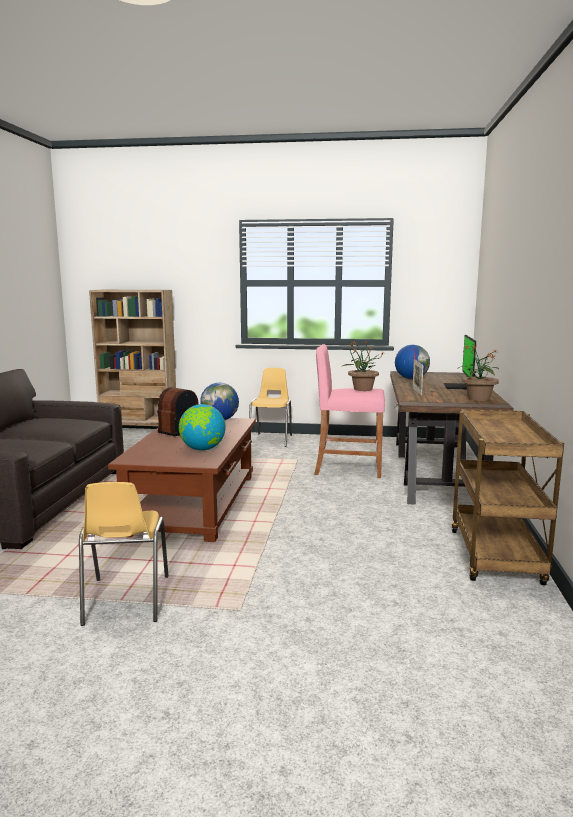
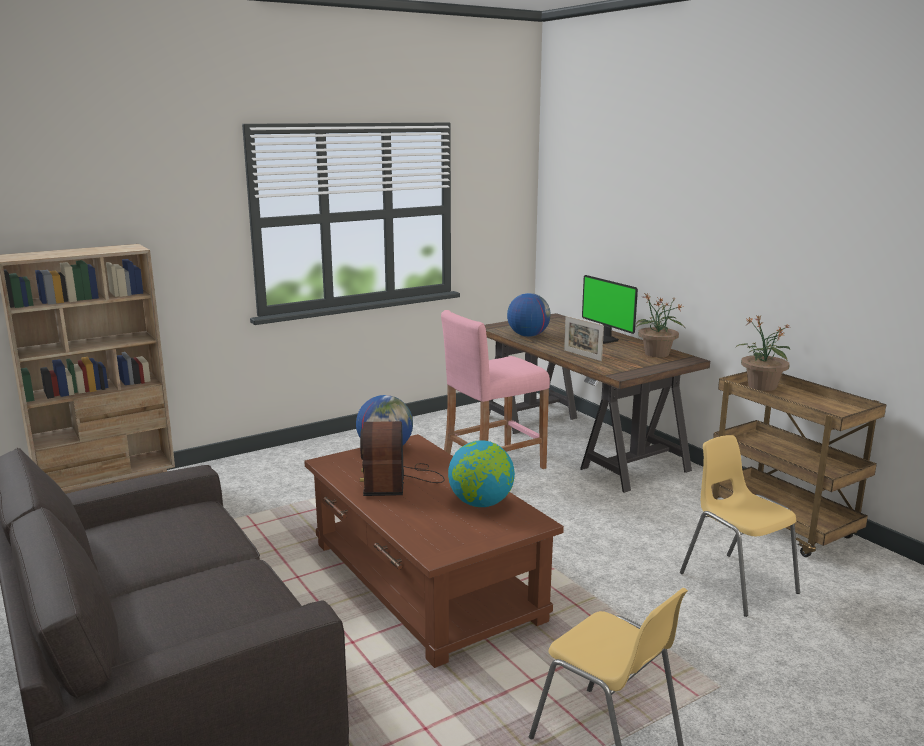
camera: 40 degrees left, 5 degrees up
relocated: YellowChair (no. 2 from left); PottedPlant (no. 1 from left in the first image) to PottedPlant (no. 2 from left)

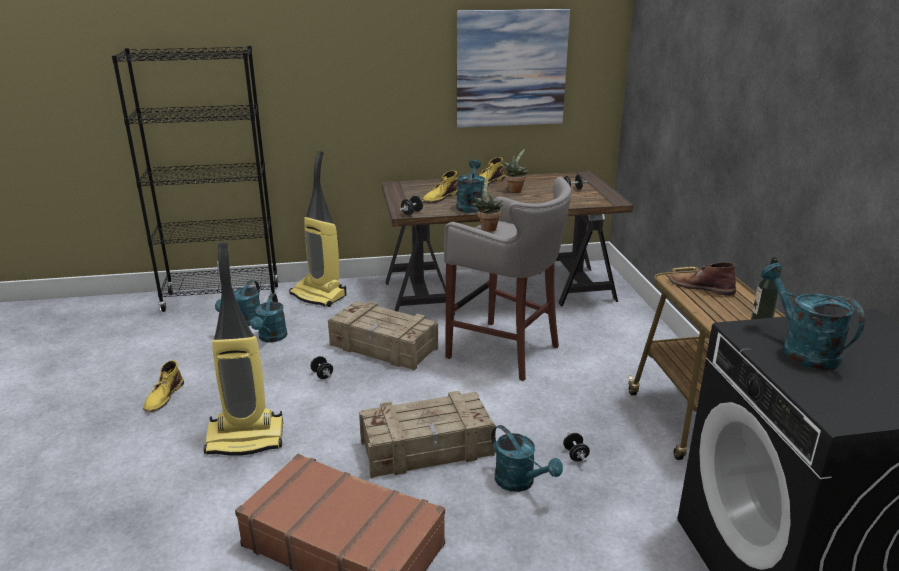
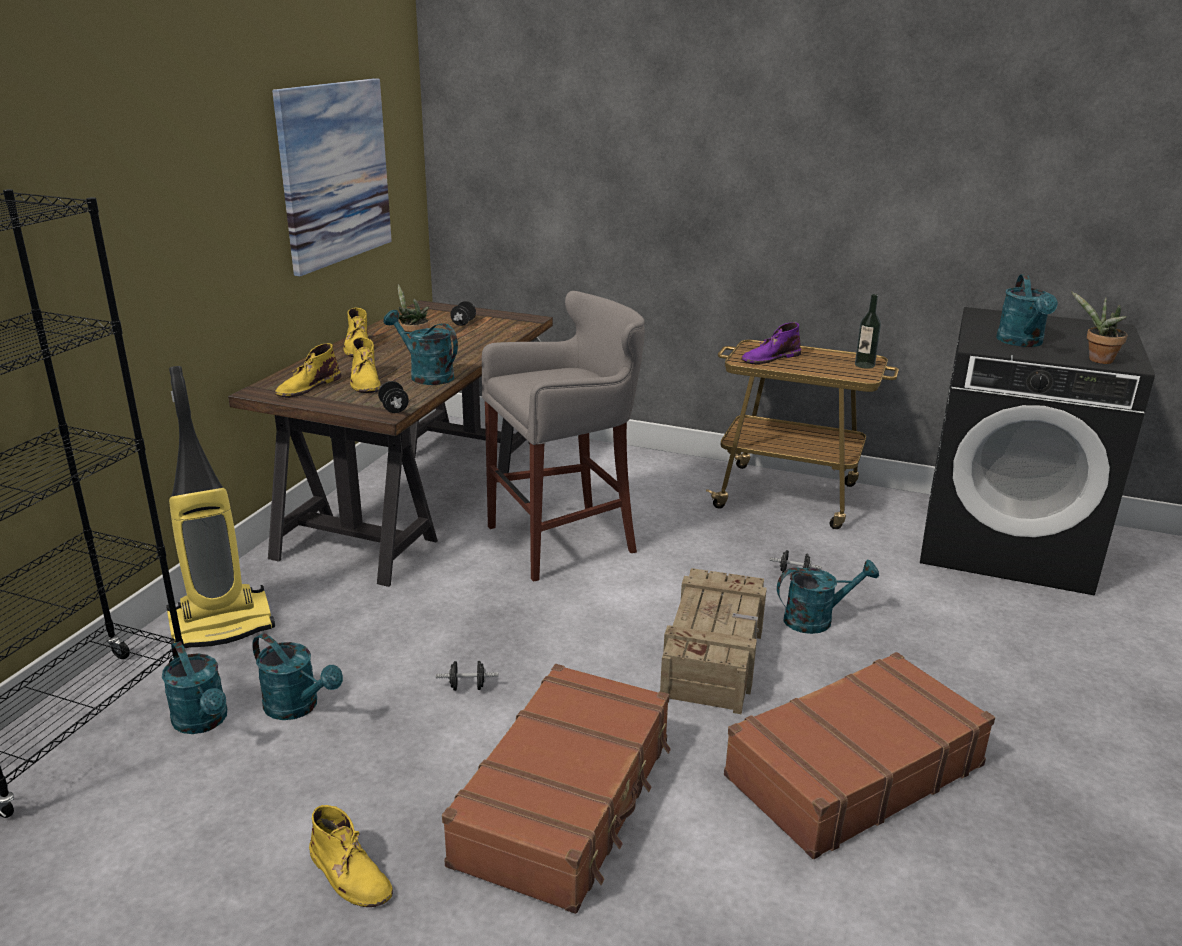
camera: 60 degrees left, 0 degrees up
missing: Crate (no. 1 from left)
appeared: YellowBoot (no. 1 from left)
relocated: PottedPlant (no. 1 from left in the first image) to PottedPlant (no. 2 from left)
exchanged: VacuumCleaner (no. 1 from left) to BrownSuitcase (no. 1 from left)
colour: BrownBoot to PurpleBoot
spun: TurquoiseWateringCan (no. 5 from left) 90 degrees counterclockwise

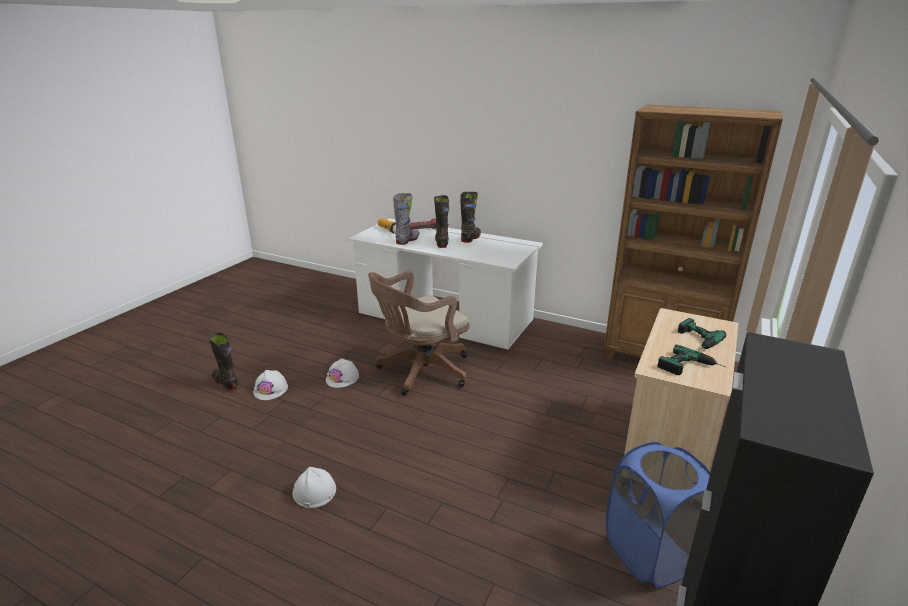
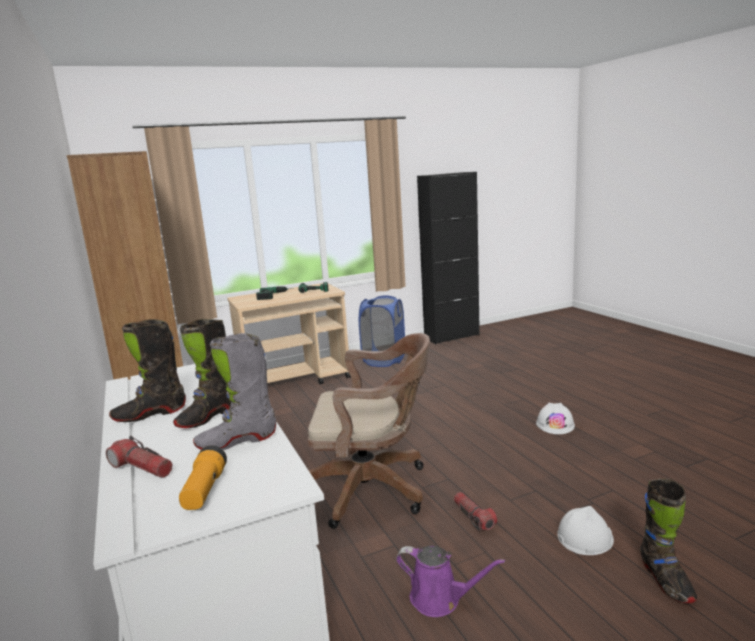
camera: 140 degrees left, 10 degrees down
appeared: PurpleWateringCan
exchanged: WhiteHardHat (no. 3 from left) to Flashlight (no. 3 from left)

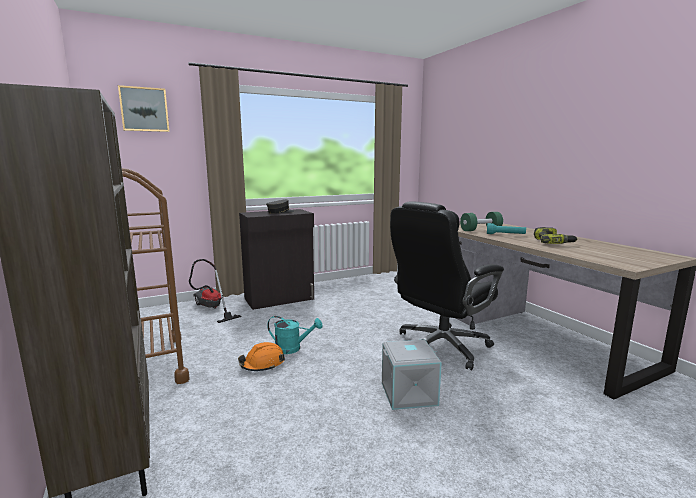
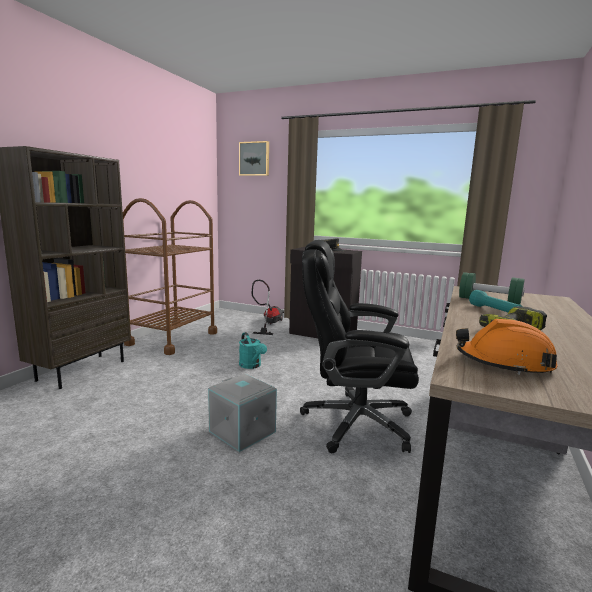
camera: 50 degrees right, 0 degrees up
relocated: OrangeHardHat

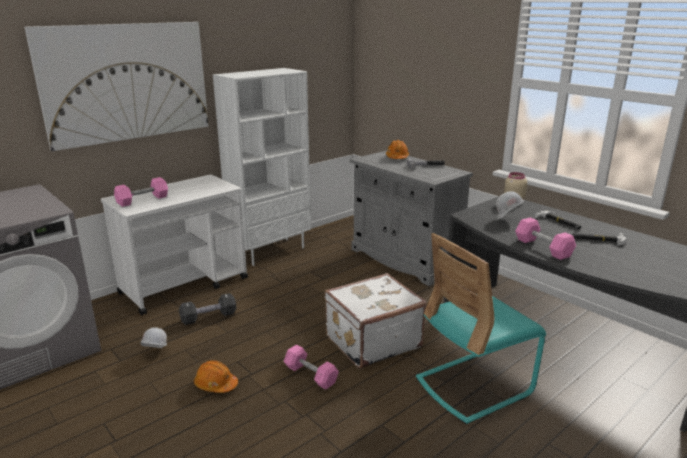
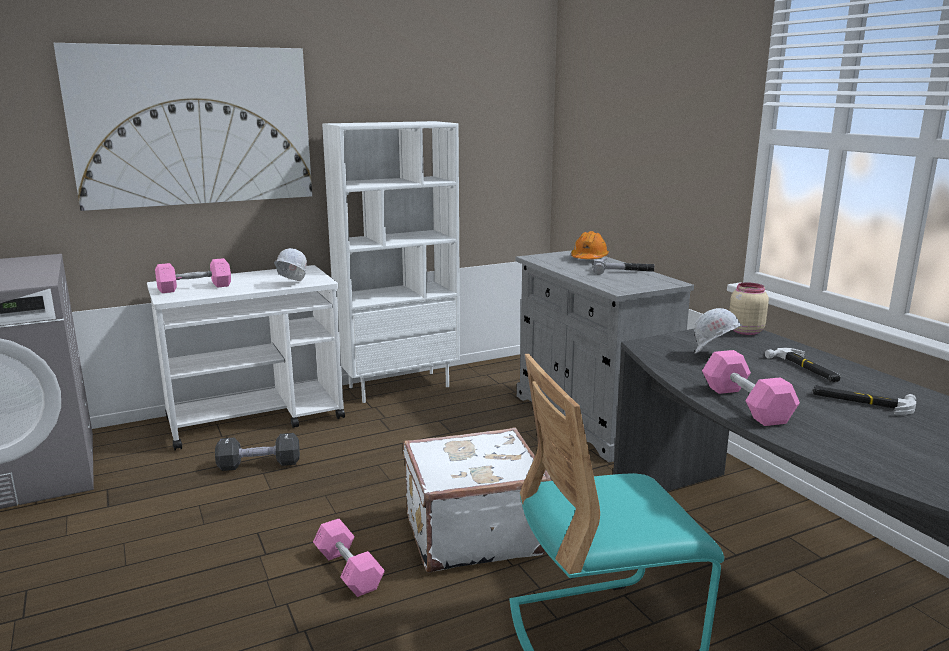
camera: 15 degrees right, 5 degrees down
missing: OrangeHardHat (no. 1 from left)
relocated: WhiteHardHat (no. 1 from left)

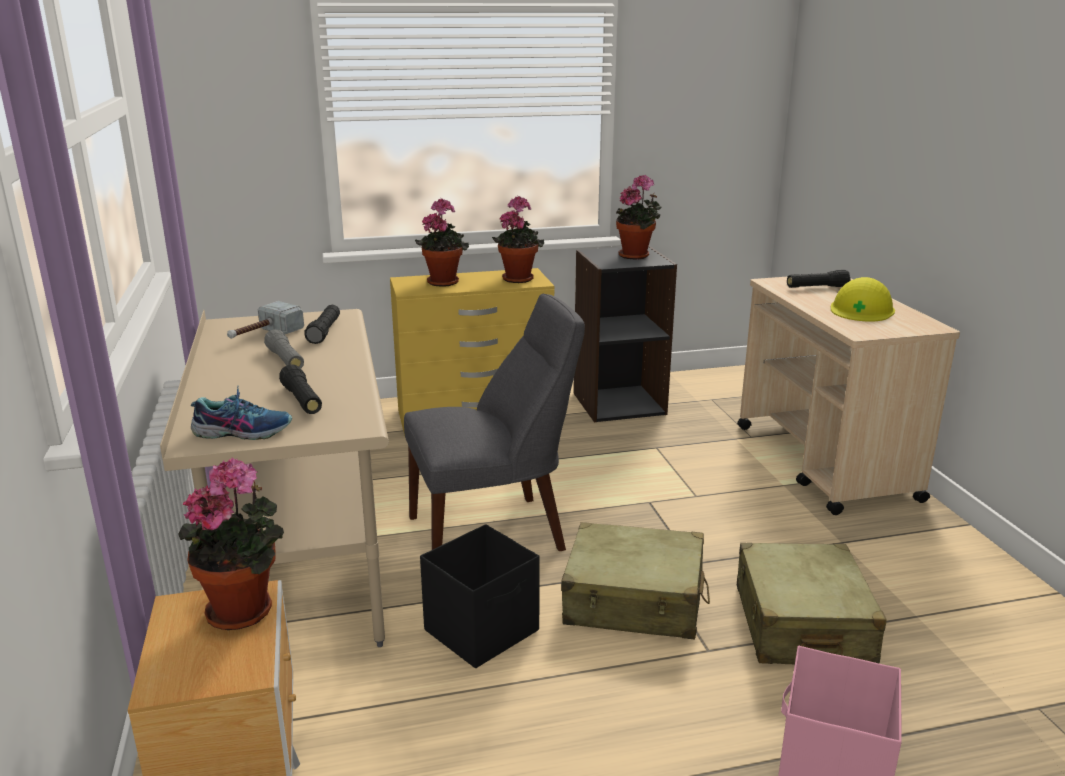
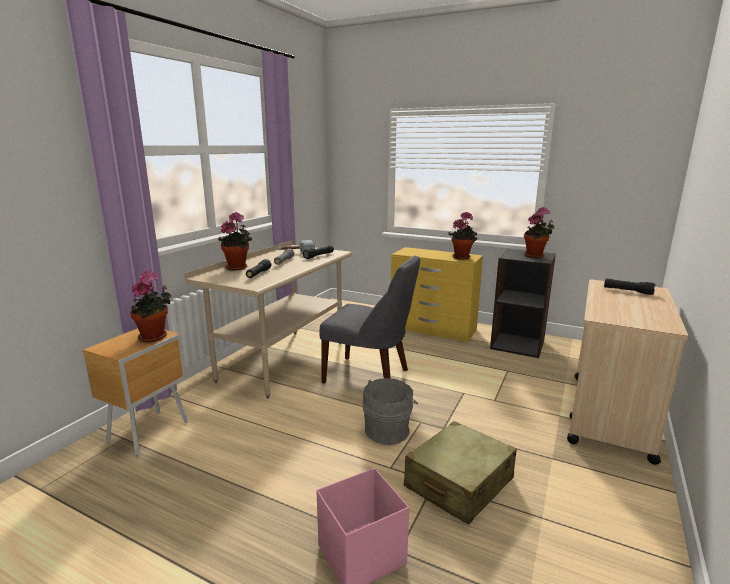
camera: 40 degrees right, 5 degrees down
missing: Shoe; BlackStorageBox; YellowHardHat
relocated: PottedPlant (no. 2 from left)
exchanged: BeigeSuitcase (no. 1 from left) to GreyBucket

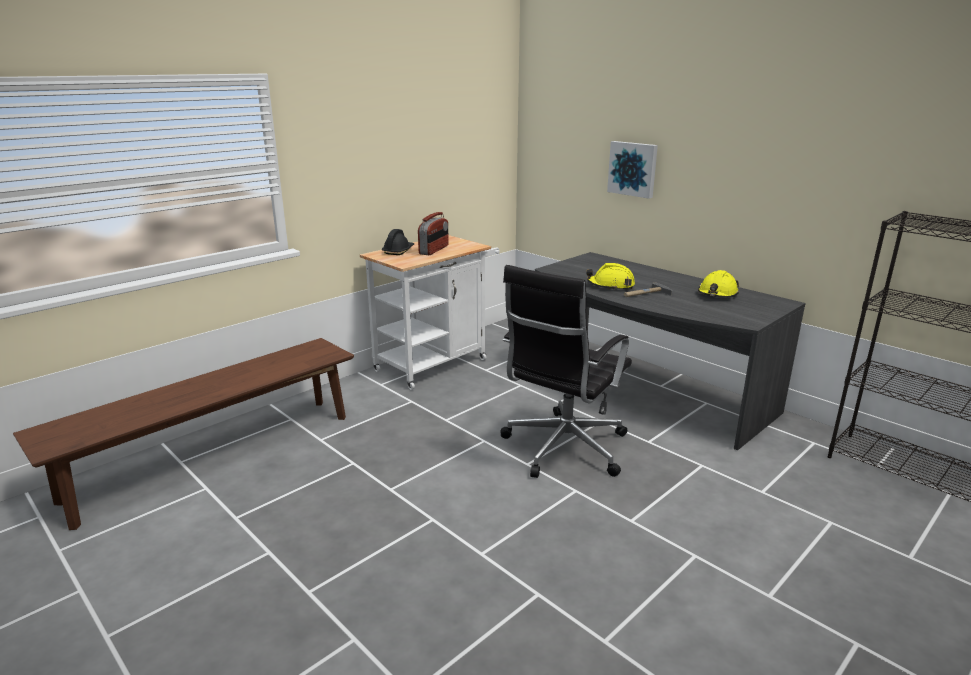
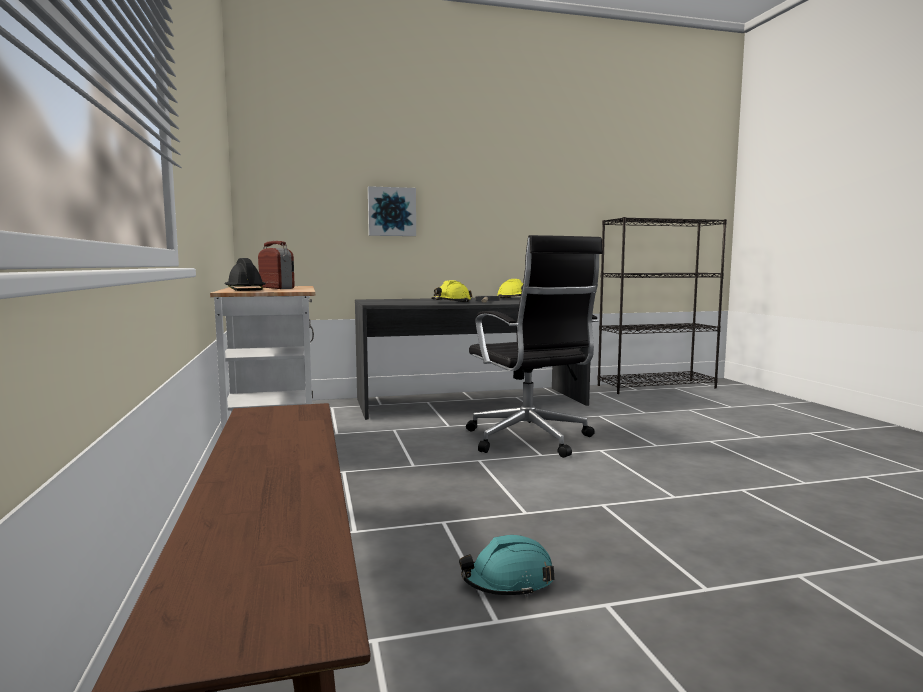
camera: 60 degrees left, 15 degrees down
appeared: TurquoiseHardHat

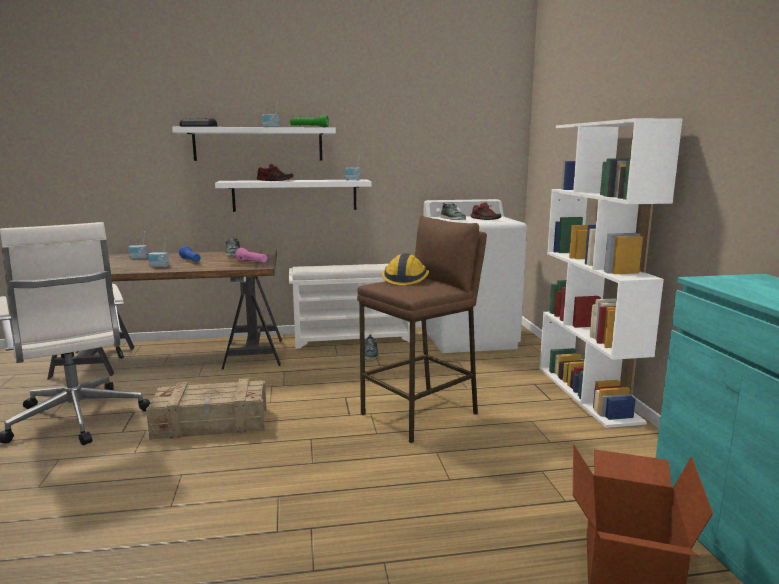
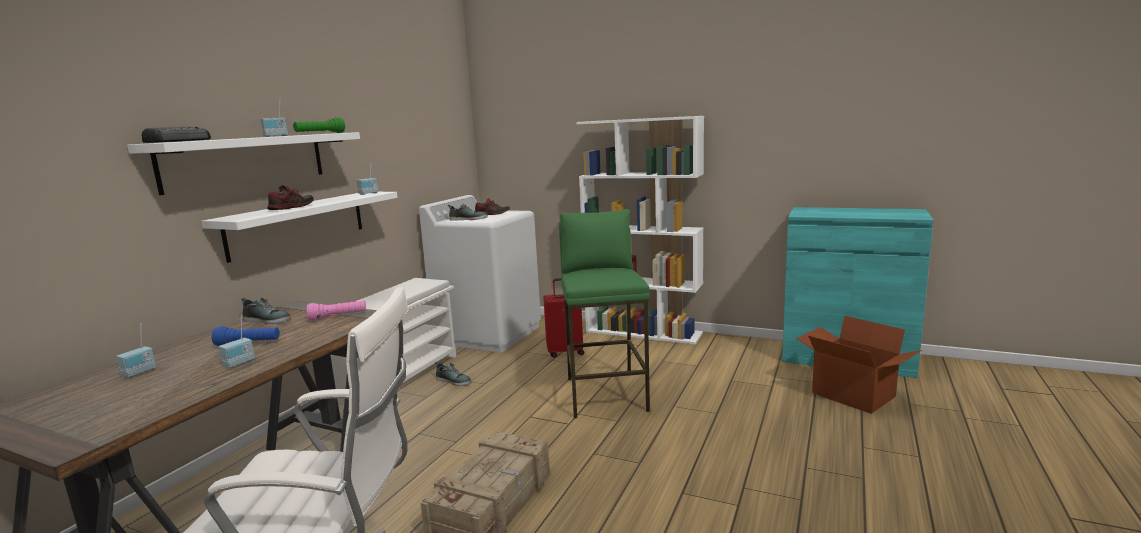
camera: 55 degrees left, 0 degrees up
missing: HardHat
appeared: RedSuitcase
colour: BrownStool to GreenStool

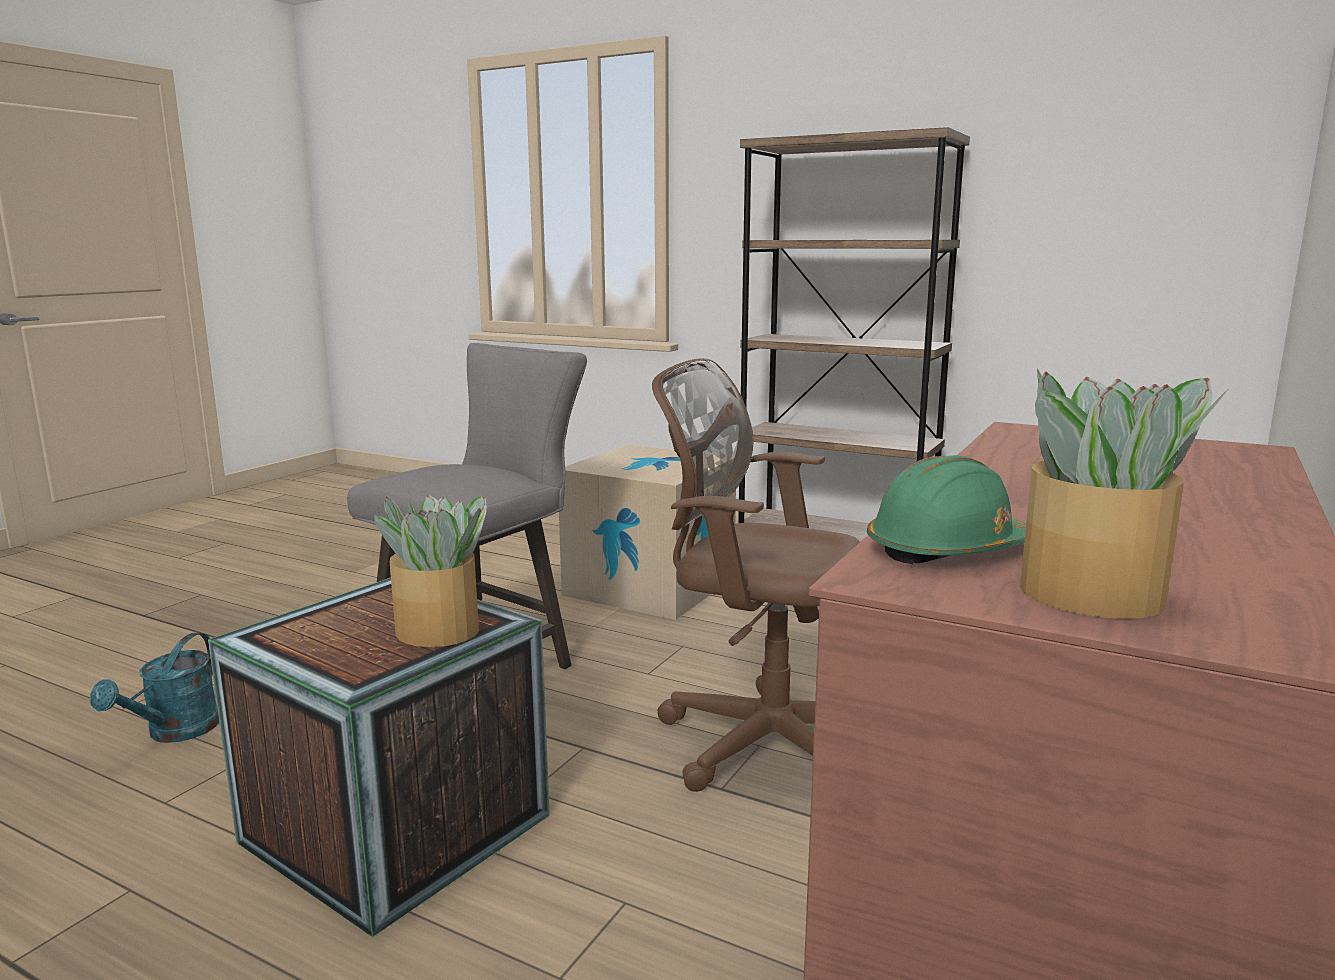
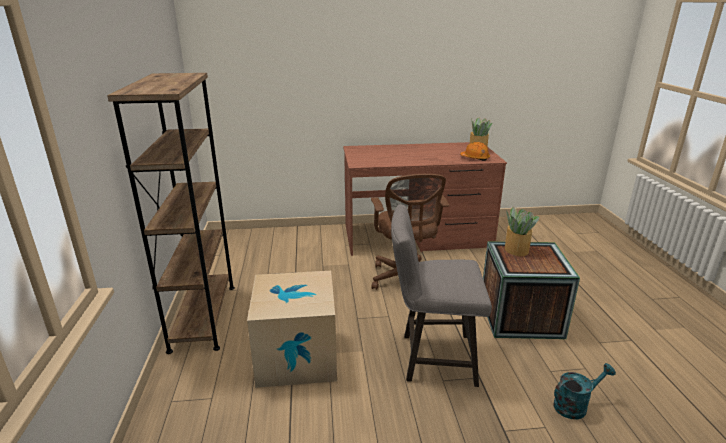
camera: 125 degrees left, 10 degrees up
colour: GreenHardHat to OrangeHardHat

